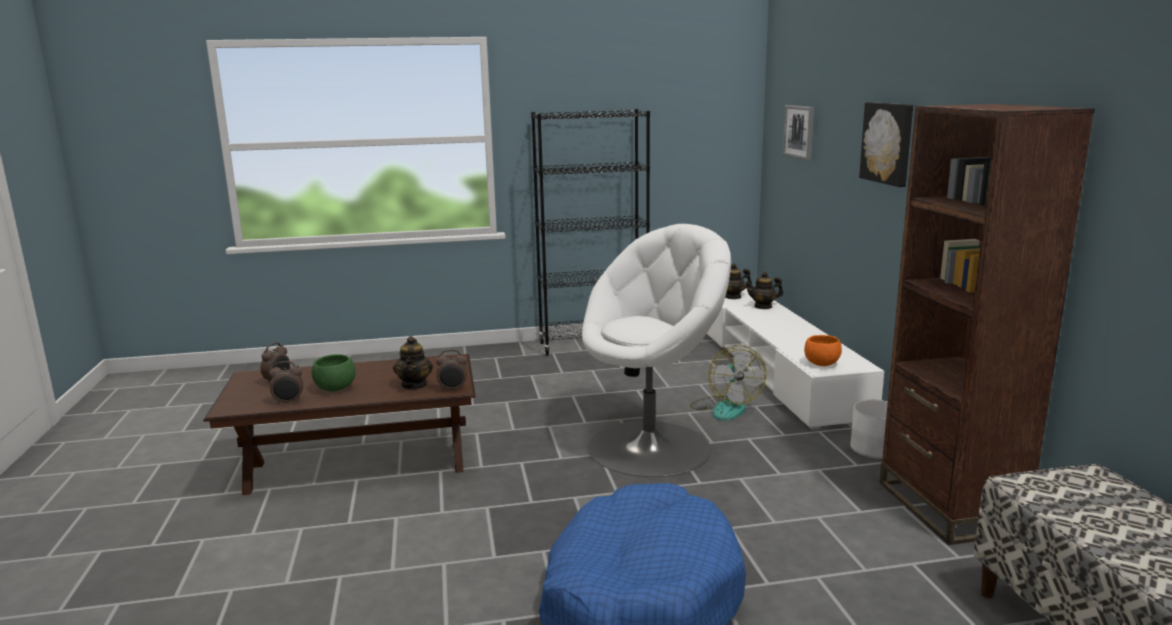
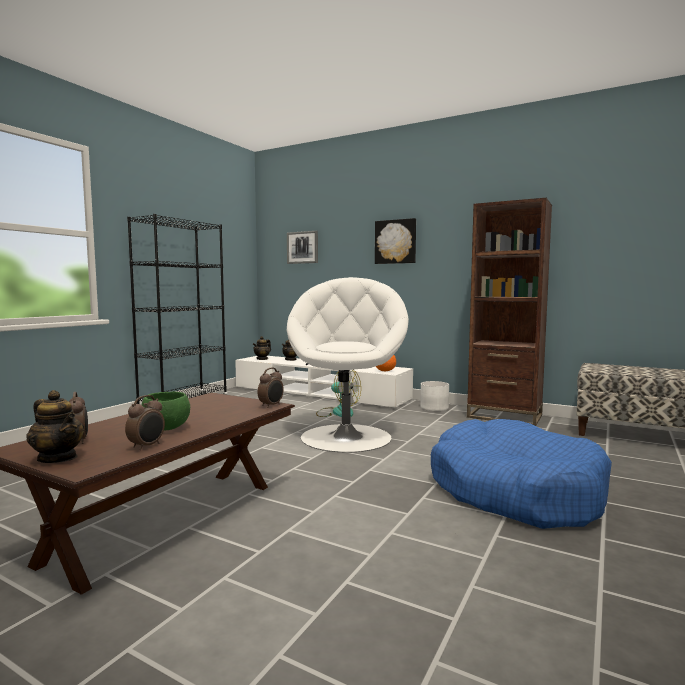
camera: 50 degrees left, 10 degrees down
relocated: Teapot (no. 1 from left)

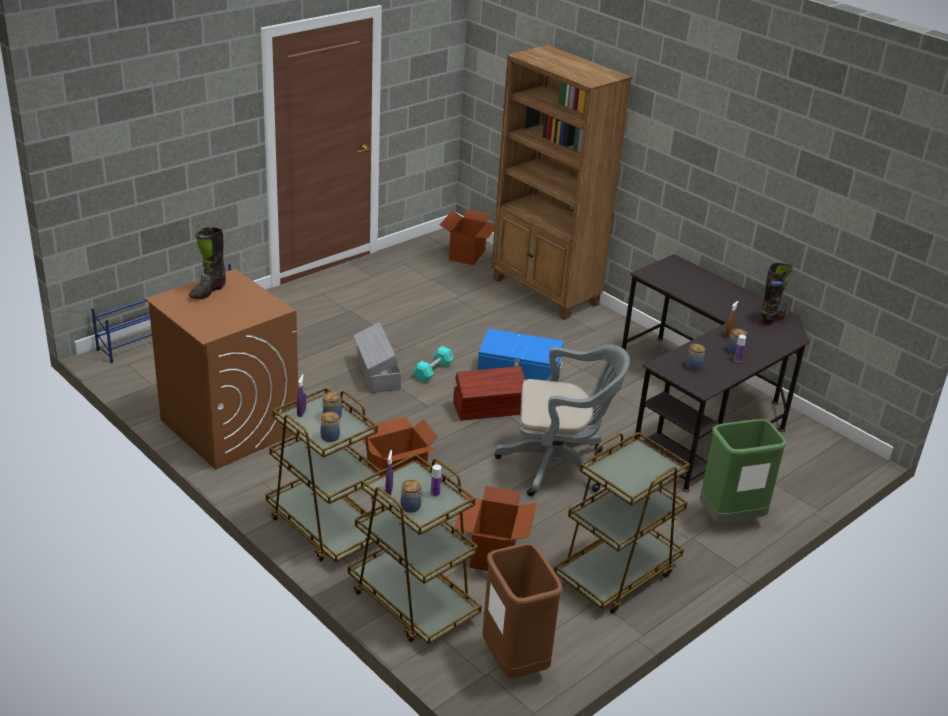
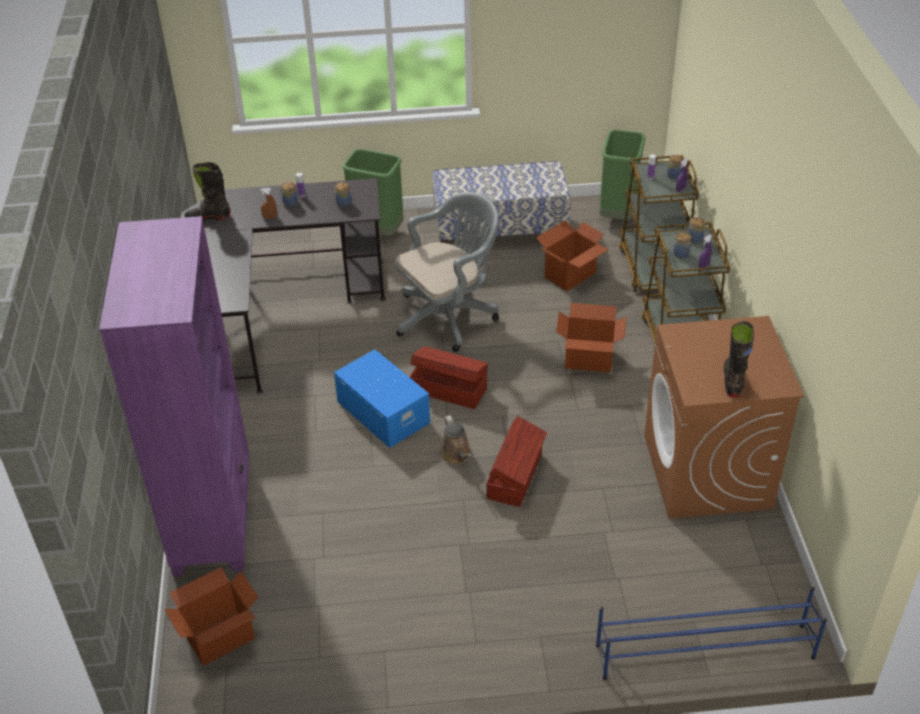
camera: 140 degrees left, 10 degrees up
exchanged: TurquoiseDumbbell to BrownWateringCan; BrownCart (no. 3 from left) to Bench
colour: GreyStorageBox to BrownStorageBox (no. 2 from left); BrownTrashCan to GreenTrashCan (no. 2 from left); BrownBookcase to PurpleBookcase
spun: BlackBoot (no. 1 from left in the first image) 60 degrees counterclockwise; GreyOfficeChair 105 degrees clockwise

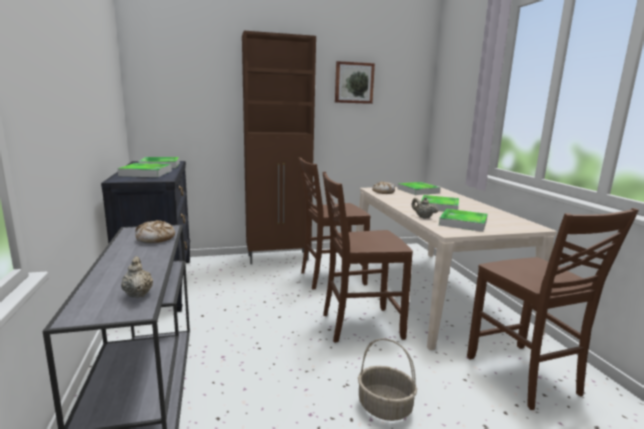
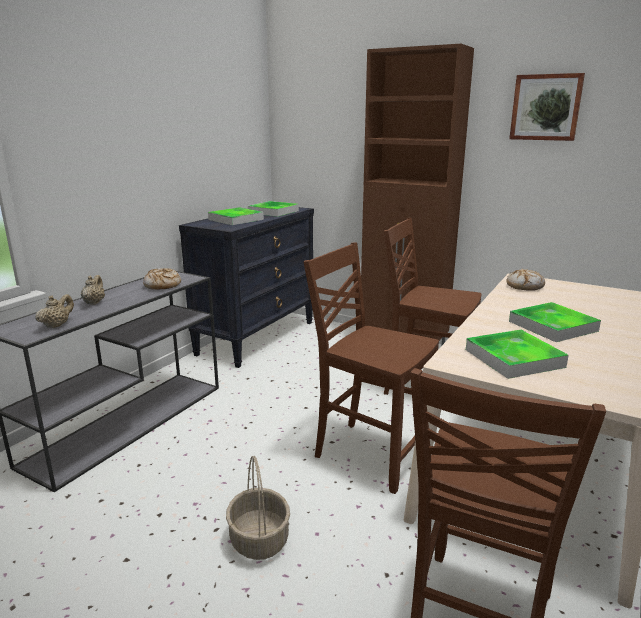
camera: 45 degrees right, 5 degrees up
missing: Tray (no. 3 from left)
relocated: BeigeTeapot (no. 2 from left)

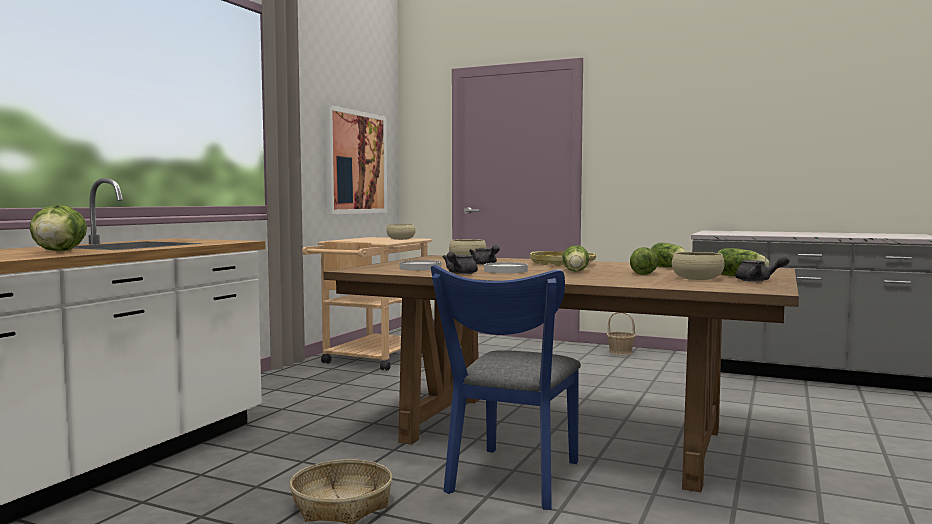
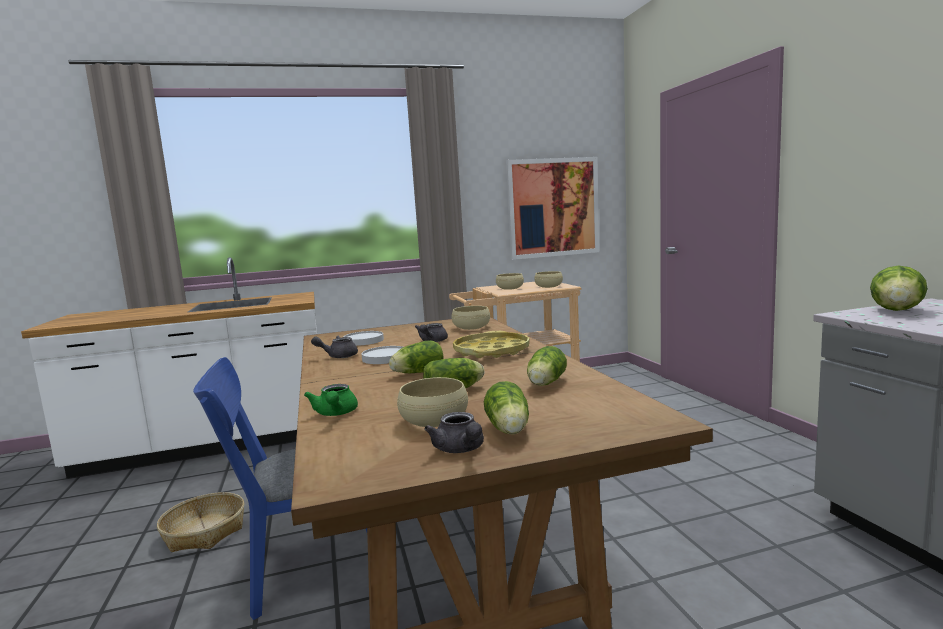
camera: 50 degrees right, 5 degrees up
missing: Basket (no. 2 from left)
appeared: GreenTeapot; BeigeBowl (no. 3 from left)
relocated: Lettuce (no. 1 from left in the first image) to Lettuce (no. 5 from left)

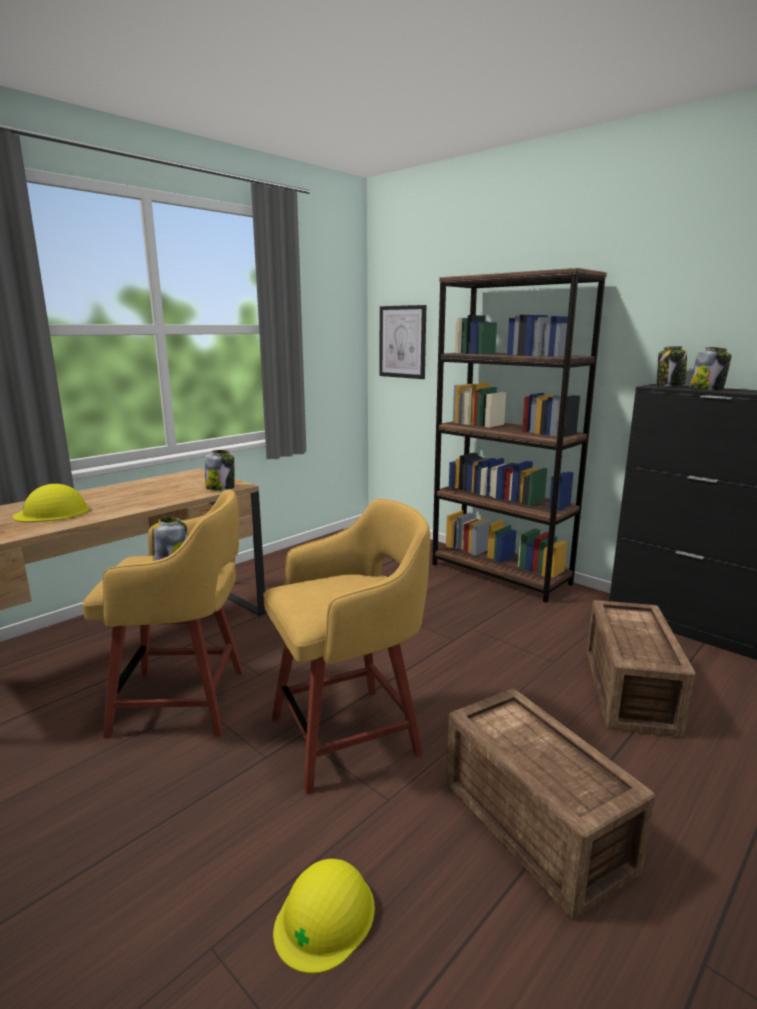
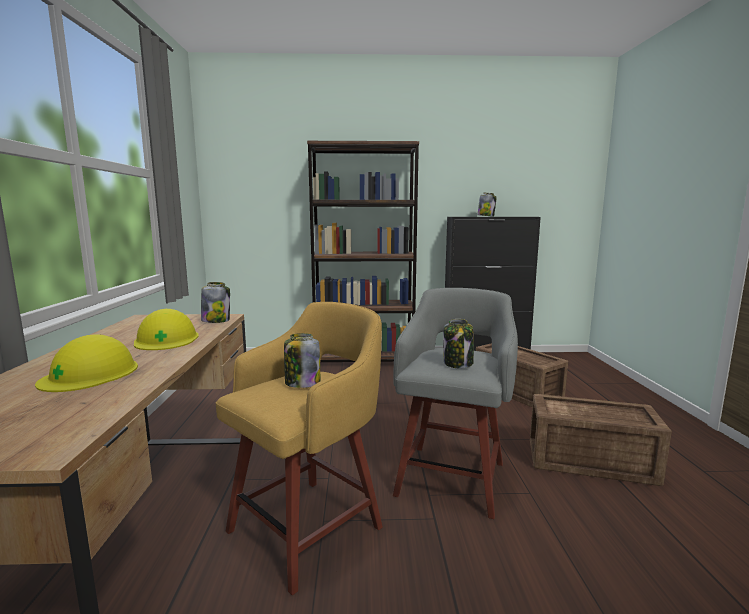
camera: 45 degrees left, 5 degrees down
missing: Picture
relocated: YellowHardHat (no. 2 from left); Jar (no. 3 from left)
colour: YellowStool (no. 2 from left) to GreyStool

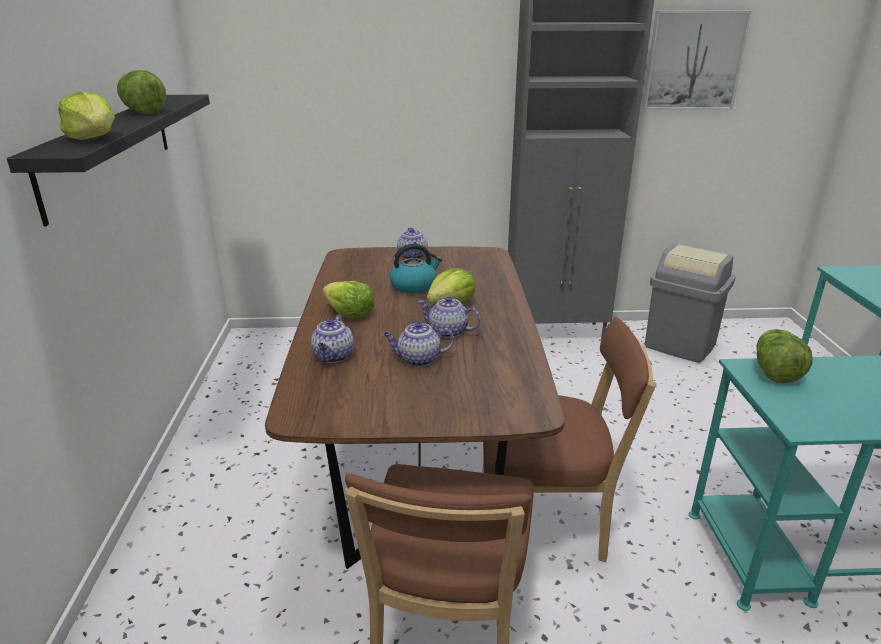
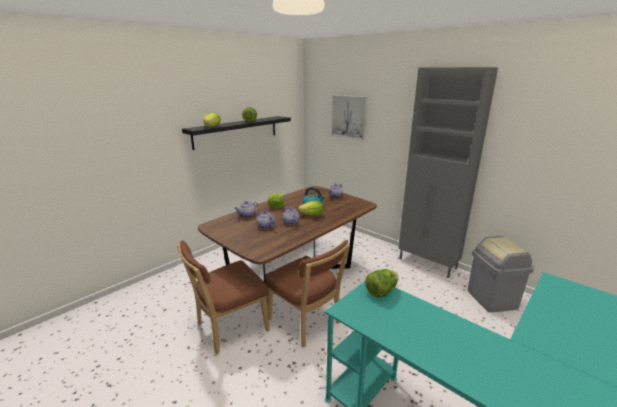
camera: 45 degrees right, 5 degrees down
relocated: Picture

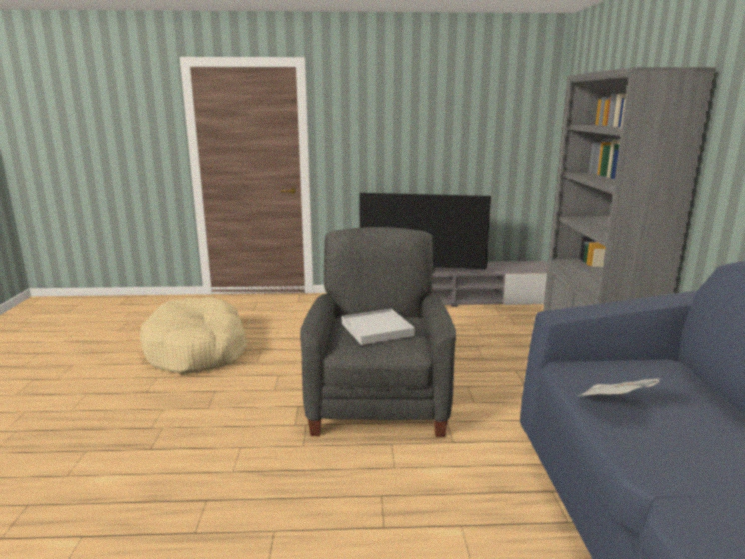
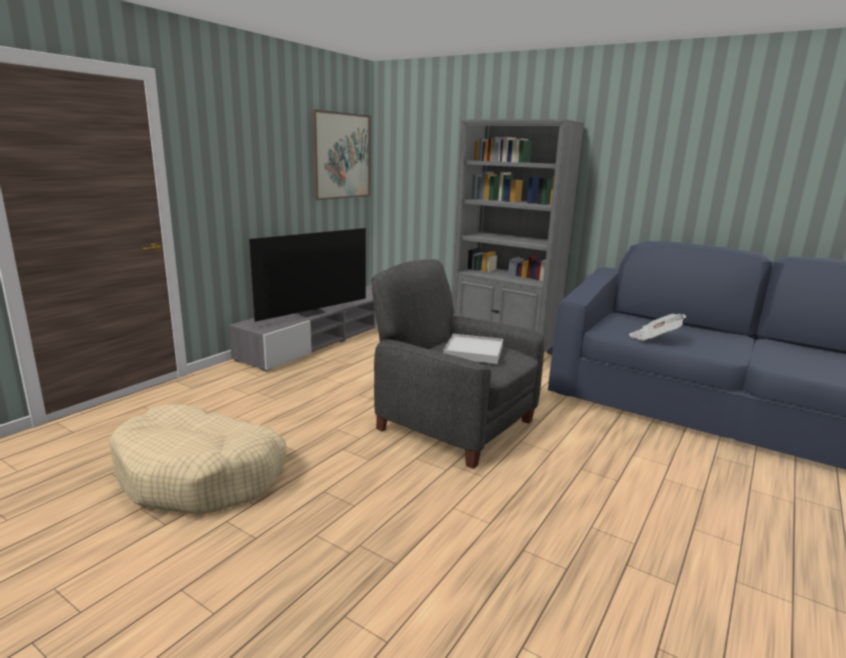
camera: 55 degrees left, 0 degrees up
appeared: Picture

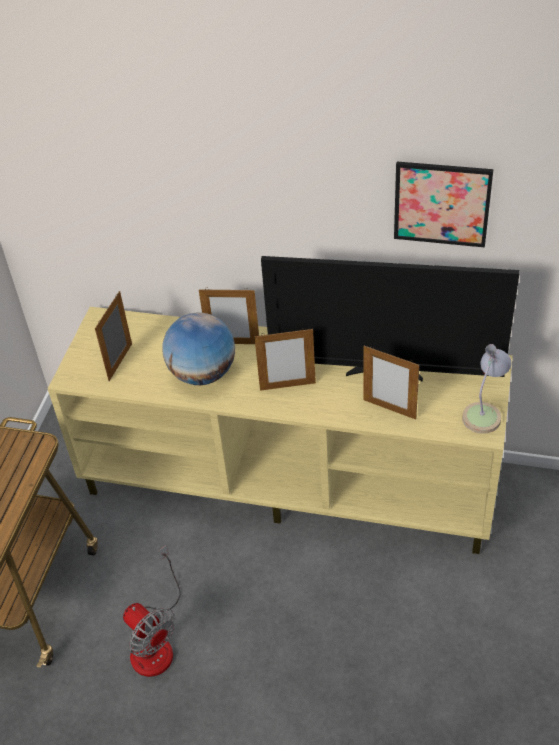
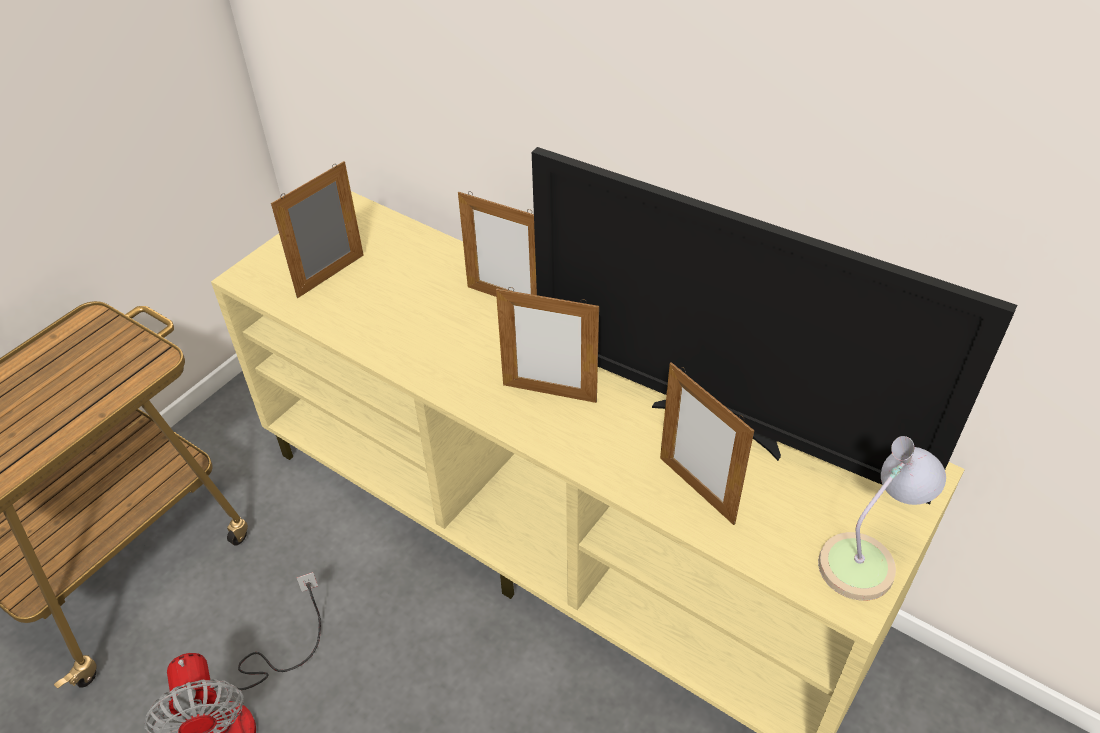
camera: 20 degrees right, 0 degrees up
missing: Globe; Picture

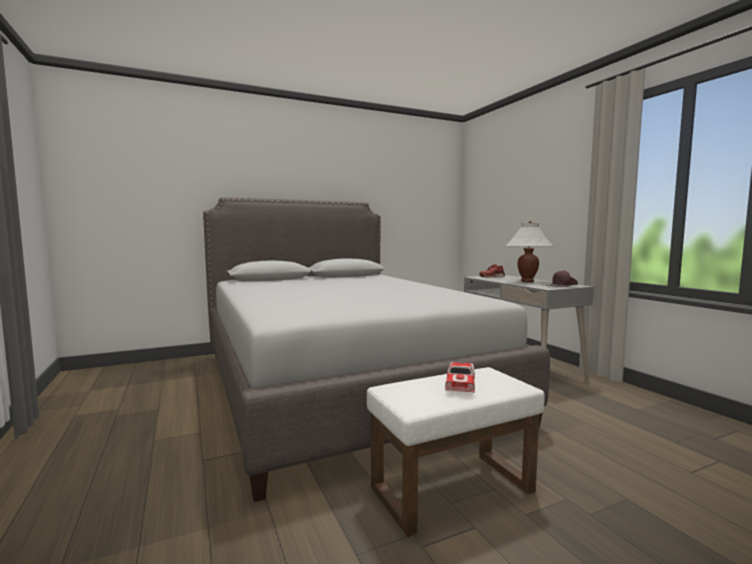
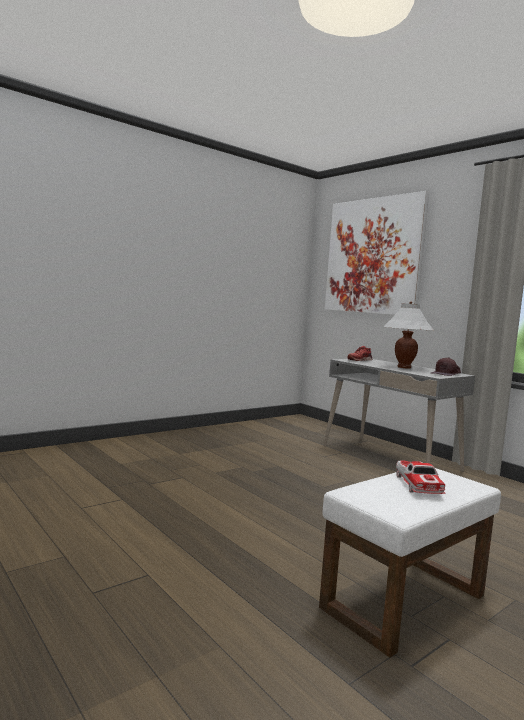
camera: 15 degrees left, 0 degrees up
missing: GreyBed
appeared: Picture

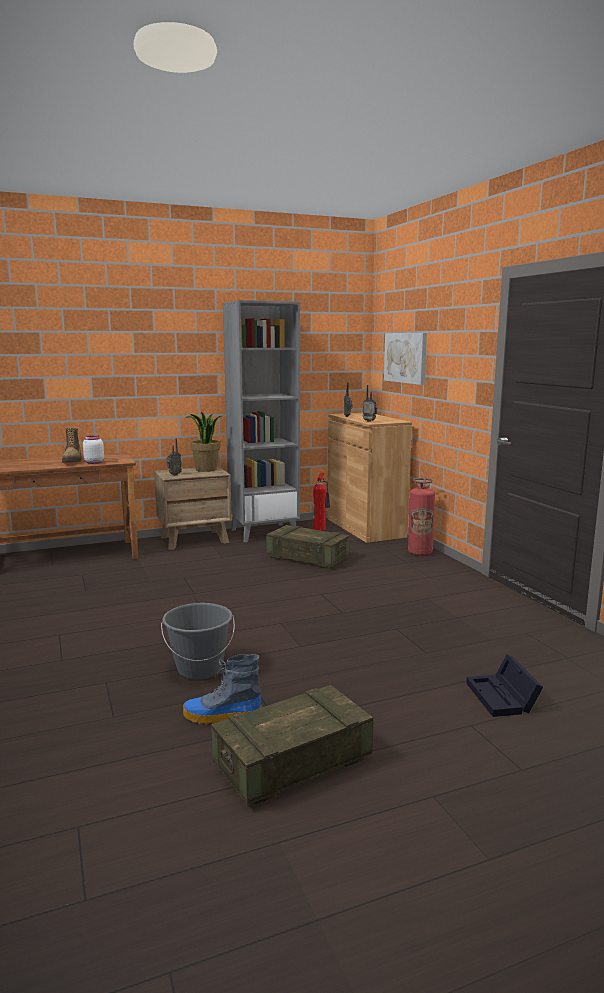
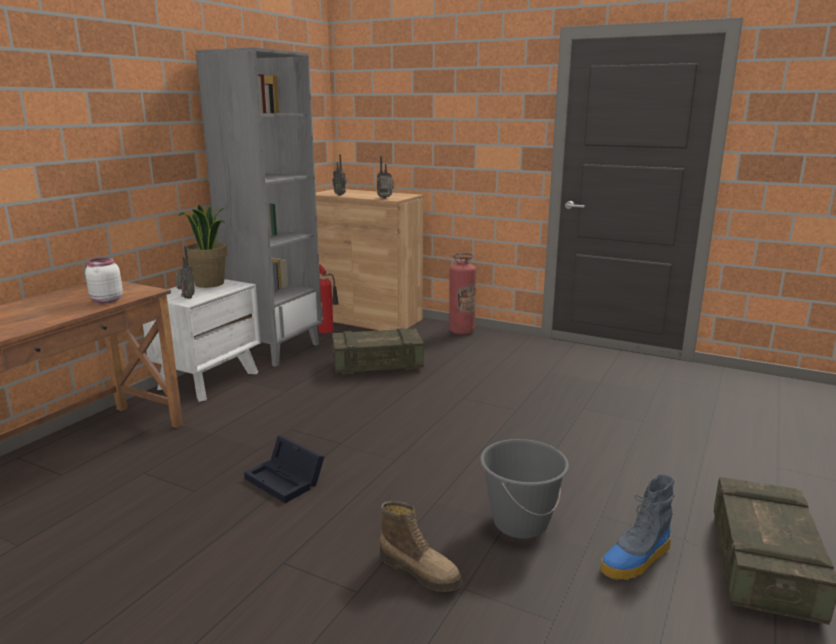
camera: 40 degrees left, 5 degrees up
missing: Picture
relocated: Boot (no. 1 from left); BlackStorageBox
colour: BrownNightstand to WhiteNightstand

